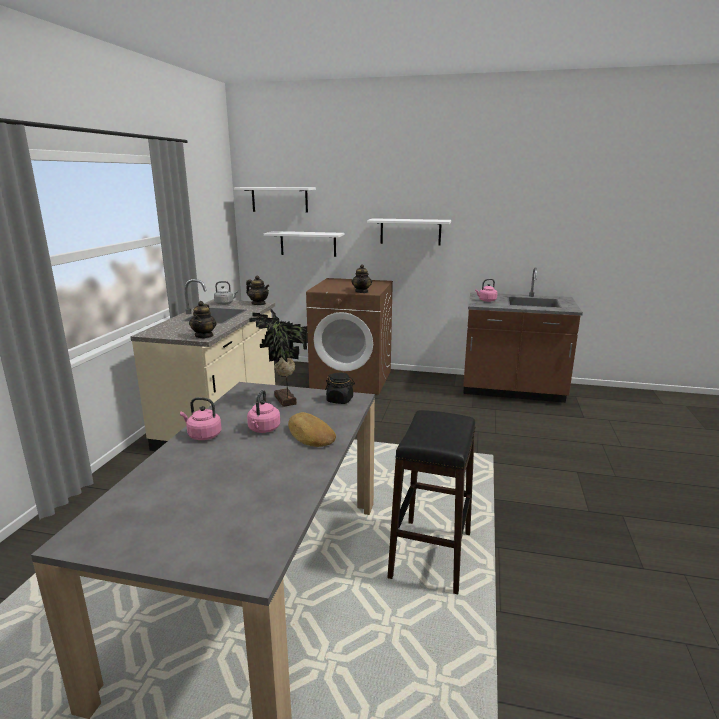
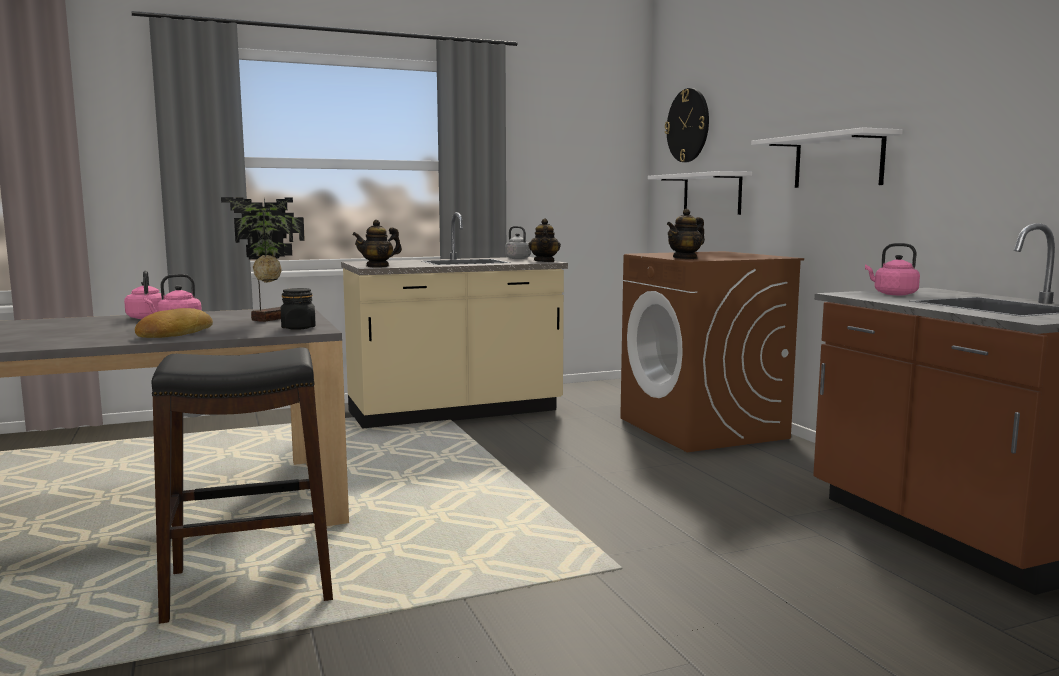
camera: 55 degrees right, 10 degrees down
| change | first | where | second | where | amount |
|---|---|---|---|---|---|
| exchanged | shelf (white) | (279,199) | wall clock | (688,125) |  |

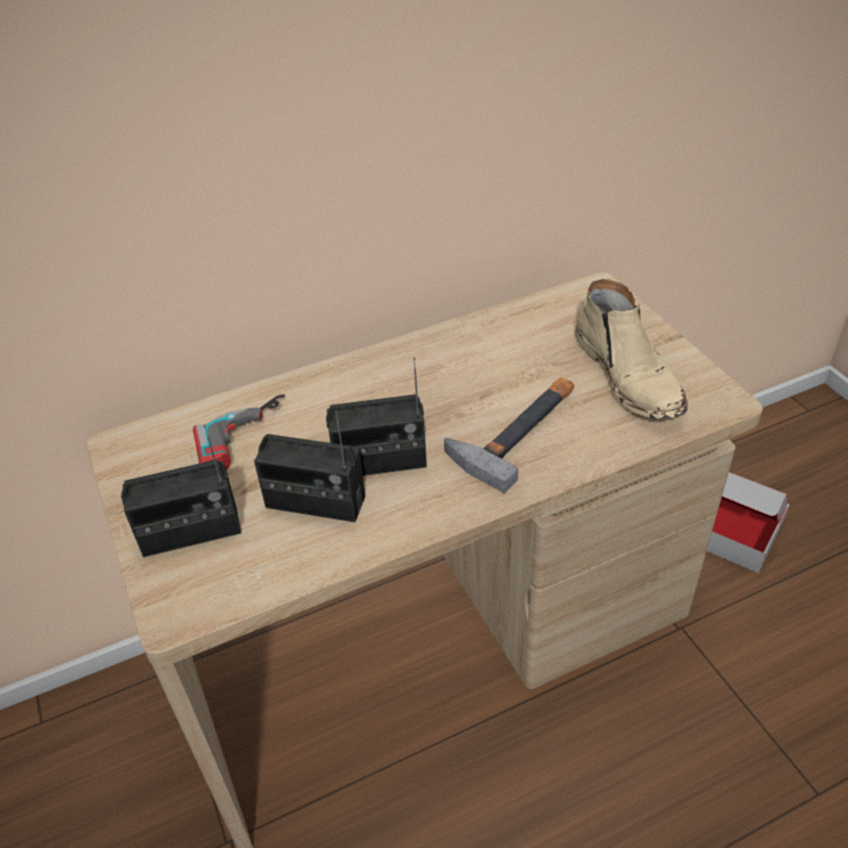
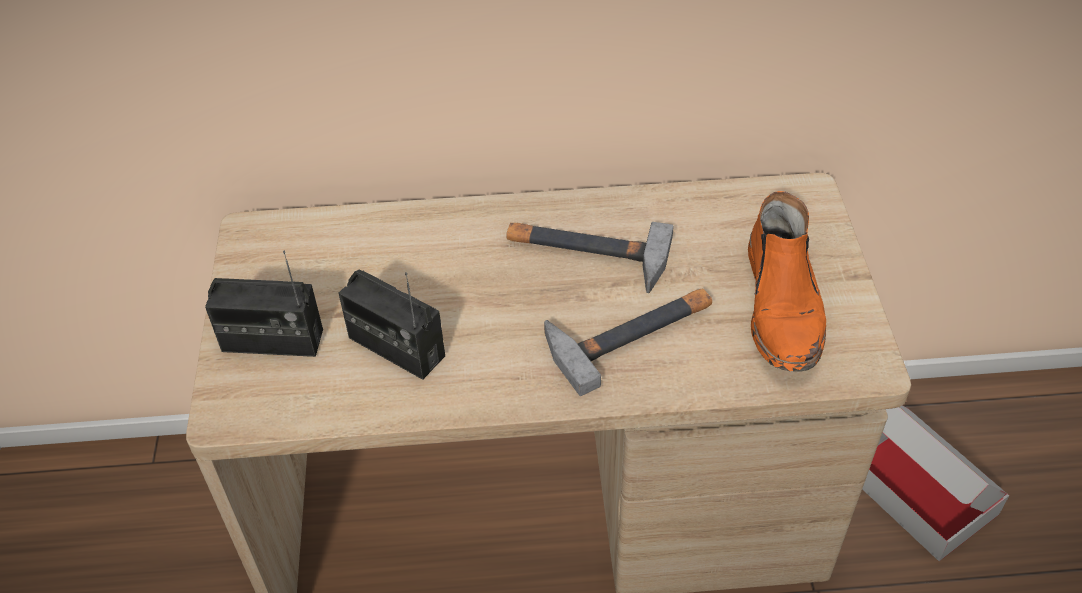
camera: 20 degrees right, 5 degrees up
| change | first | where | second | where | amount |
|---|---|---|---|---|---|
| colour | boot (beige) | (629,375) | boot (orange) | (783,307) |  |
| missing | radio | (380,462) |  |  |  |
| missing | power drill | (248,446) |  |  |  |
| appeared |  |  | hammer | (586,252) |  |

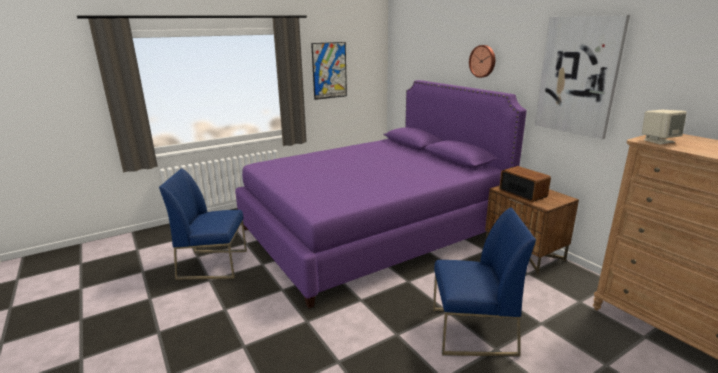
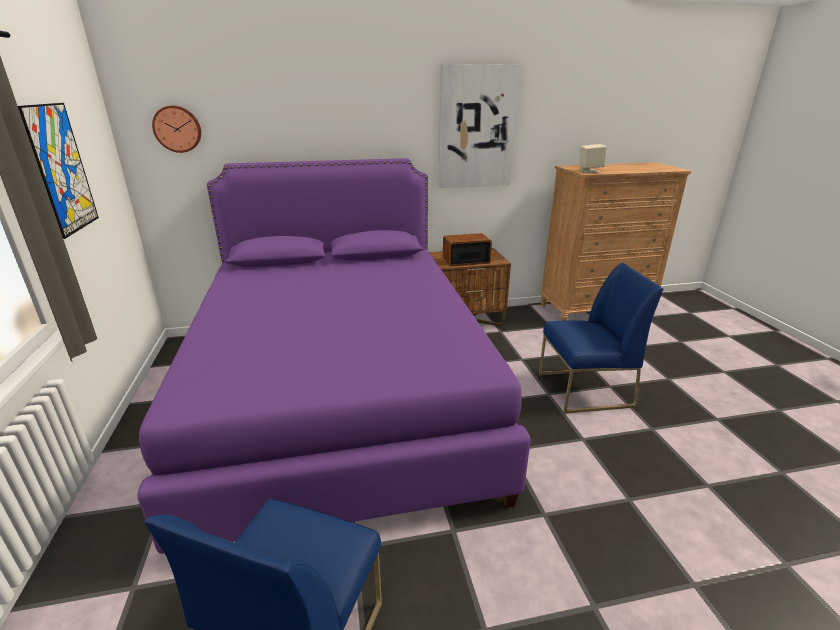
camera: 70 degrees left, 5 degrees up
| change | first | where | second | where | amount |
|---|---|---|---|---|---|
| relocated | wall clock | (483,61) |  | (177,129) |  |
| spun | chair (blue) | (472,332) |  | (584,390) | 60 degrees clockwise |

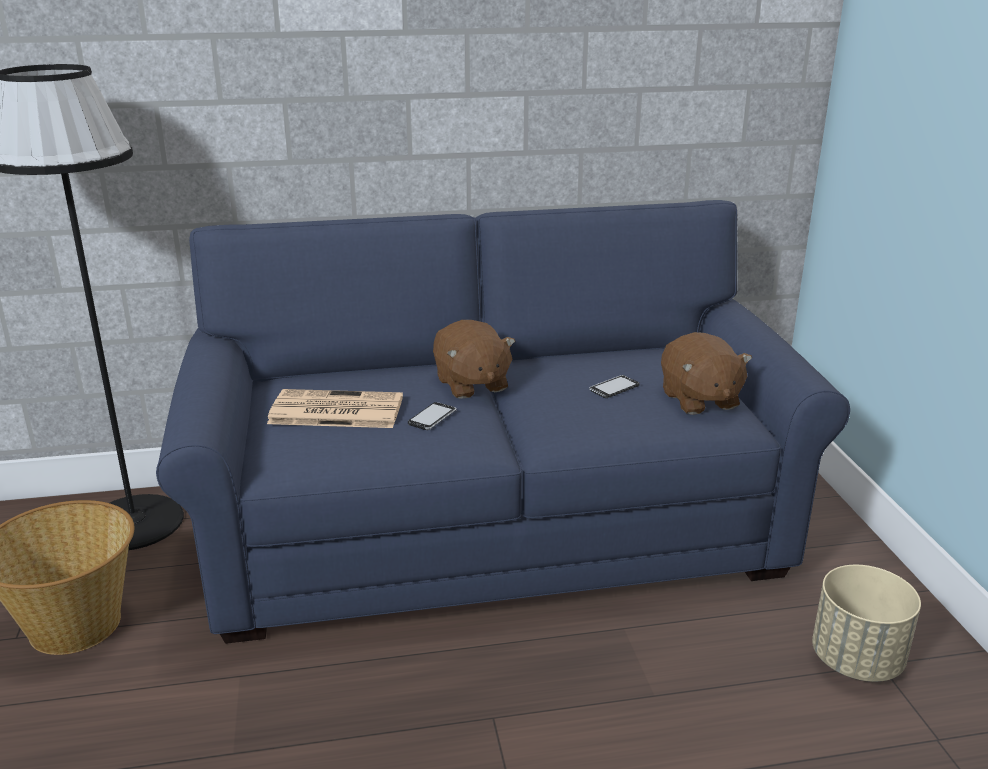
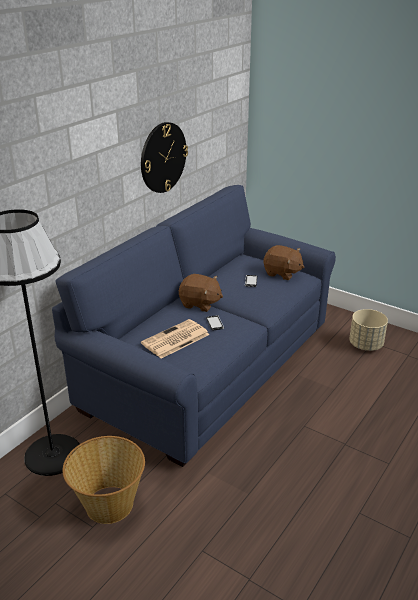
camera: 45 degrees left, 5 degrees up
| change | first | where | second | where | amount |
|---|---|---|---|---|---|
| appeared |  |  | wall clock | (163,157) |  |

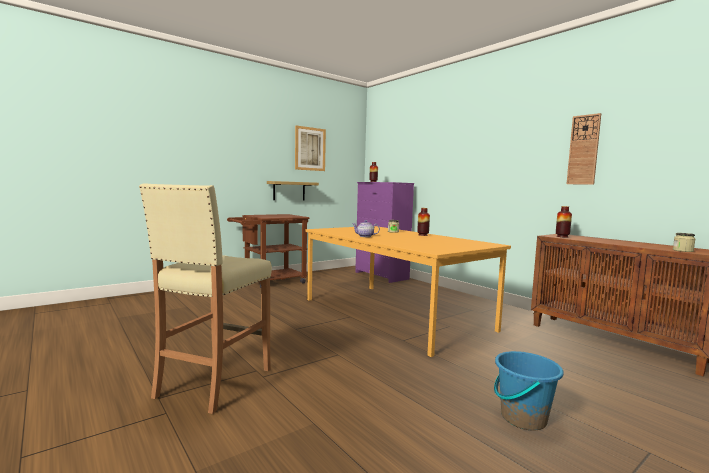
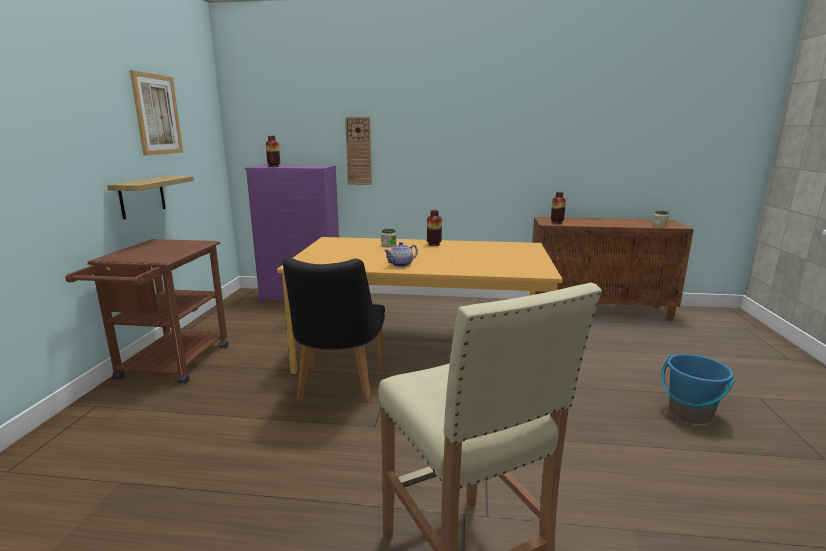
camera: 45 degrees left, 10 degrees up
| change | first | where | second | where | amount |
|---|---|---|---|---|---|
| relocated | wall clock | (583,150) |  | (358,151) |  |
| appeared |  |  | chair (black) | (338,388) |  |

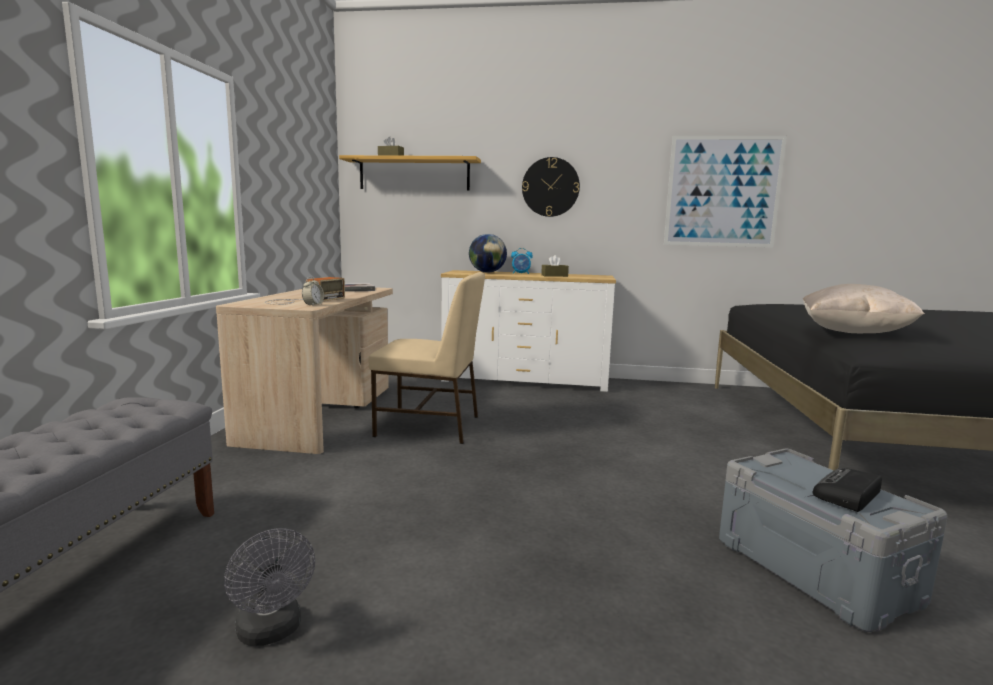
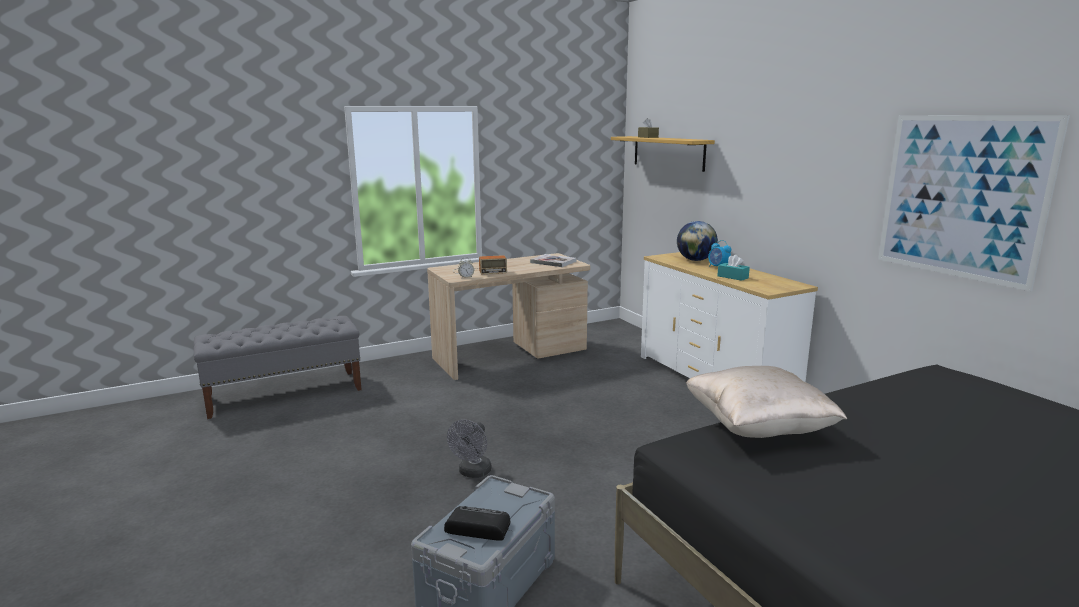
camera: 55 degrees right, 5 degrees up
| change | first | where | second | where | amount |
|---|---|---|---|---|---|
| missing | wall clock | (550,187) |  |  |  |
| colour | tissue box (brown) | (554,276) | tissue box (turquoise) | (732,277) |  |
| missing | chair (beige) | (430,426) |  |  |  |
| relocated | fan (grey) | (272,632) |  | (473,473) |  |

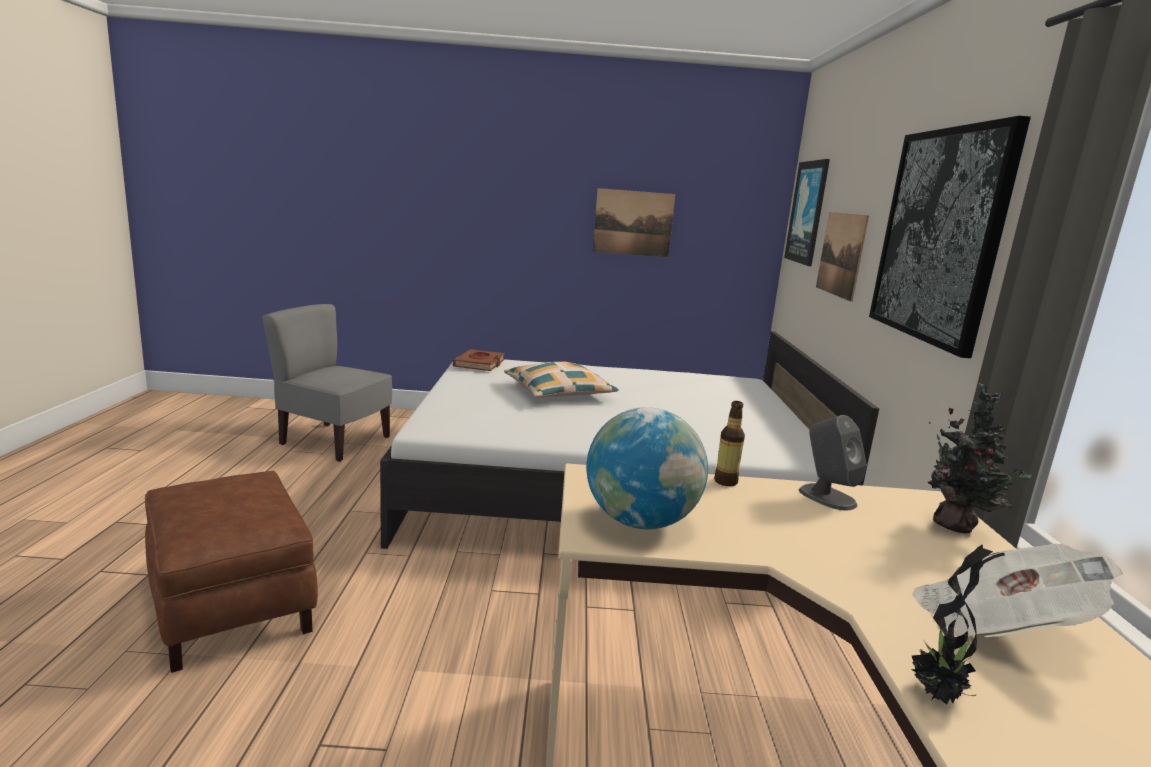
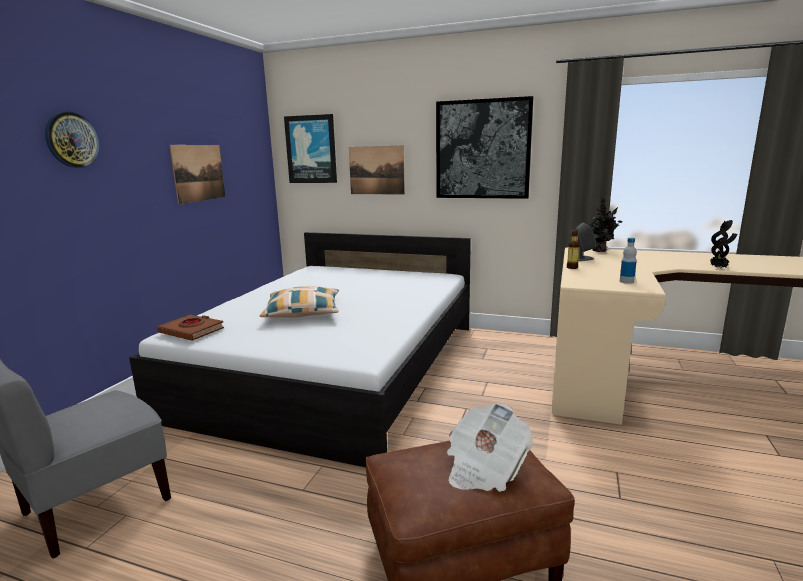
camera: 70 degrees left, 0 degrees up
| change | first | where | second | where | amount |
|---|---|---|---|---|---|
| exchanged | globe | (640,522) | bottle | (626,281) |  |
| relocated | newspaper | (998,624) |  | (484,467) |  |
| appeared |  |  | wall clock | (72,140) |  |

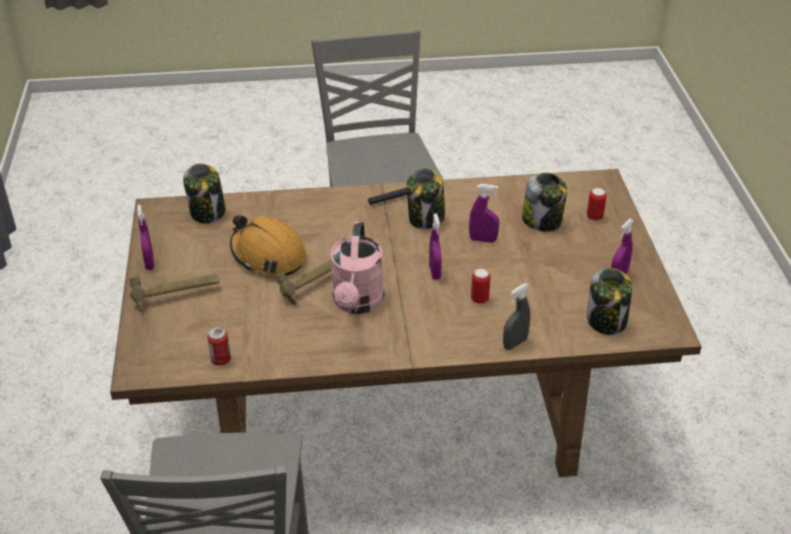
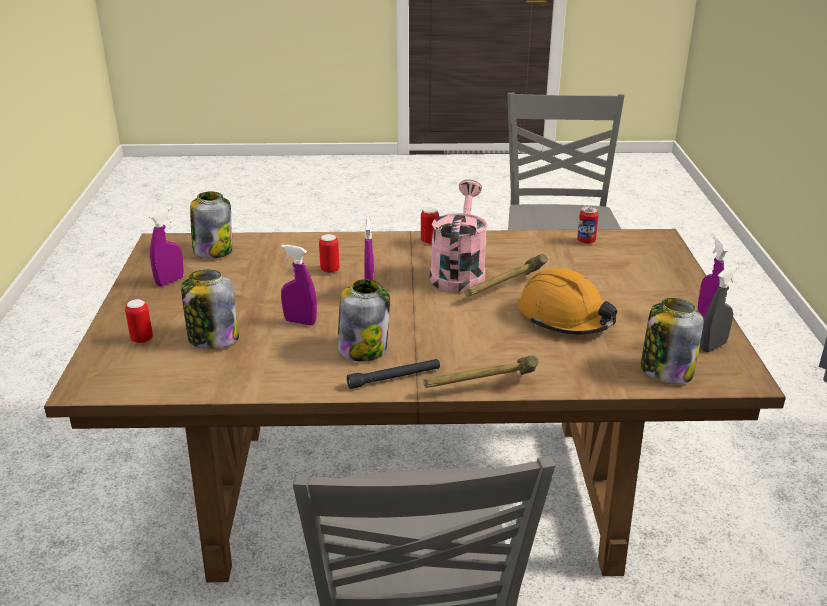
camera: 175 degrees left, 10 degrees down
| change | first | where | second | where | amount |
|---|---|---|---|---|---|
| relocated | hammer | (176,297) |  | (480,387) |  |
| relocated | spray bottle (grey) | (515,343) |  | (712,346) |  |
| appeared |  |  | can | (429,242) |  |

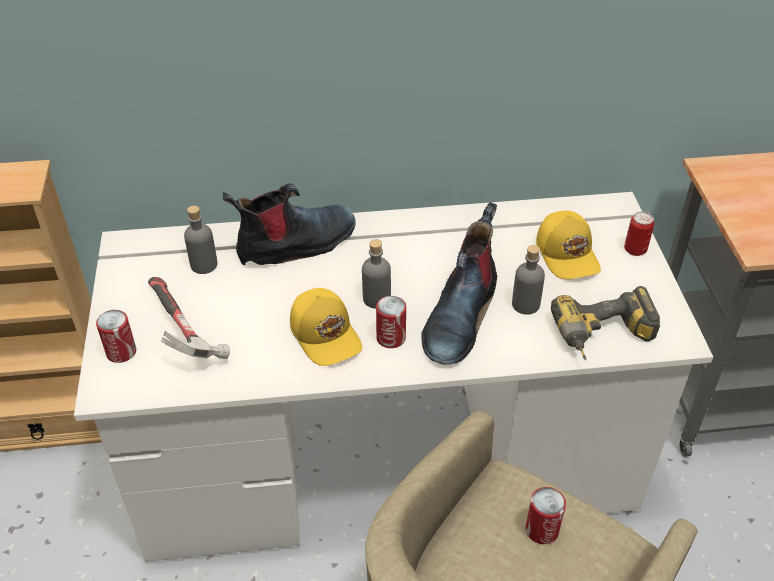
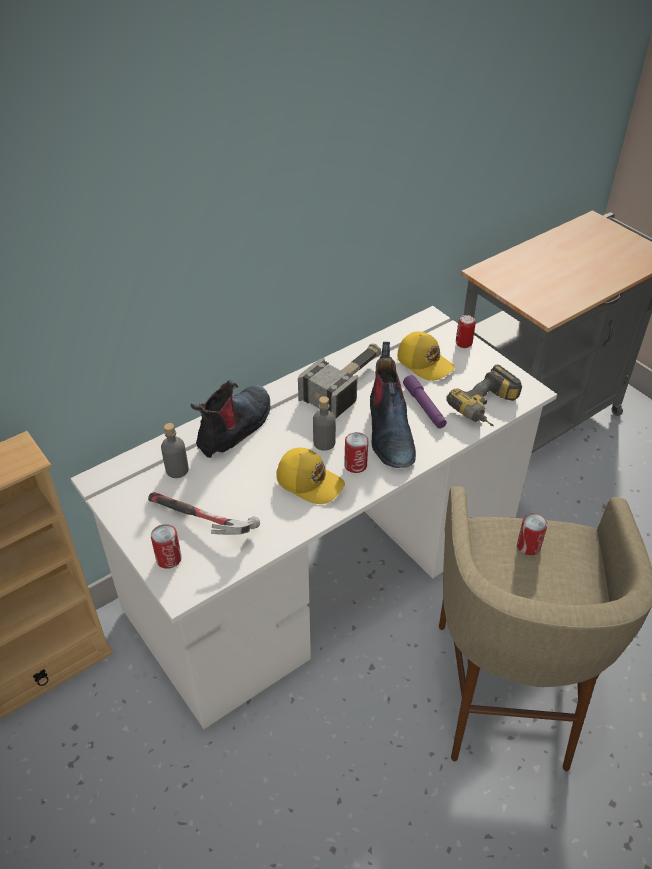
camera: 30 degrees left, 0 degrees up
| change | first | where | second | where | amount |
|---|---|---|---|---|---|
| exchanged | bottle (grey) | (525,304) | flashlight (purple) | (424,407) |  |
| appeared |  |  | hammer | (346,385) |  |

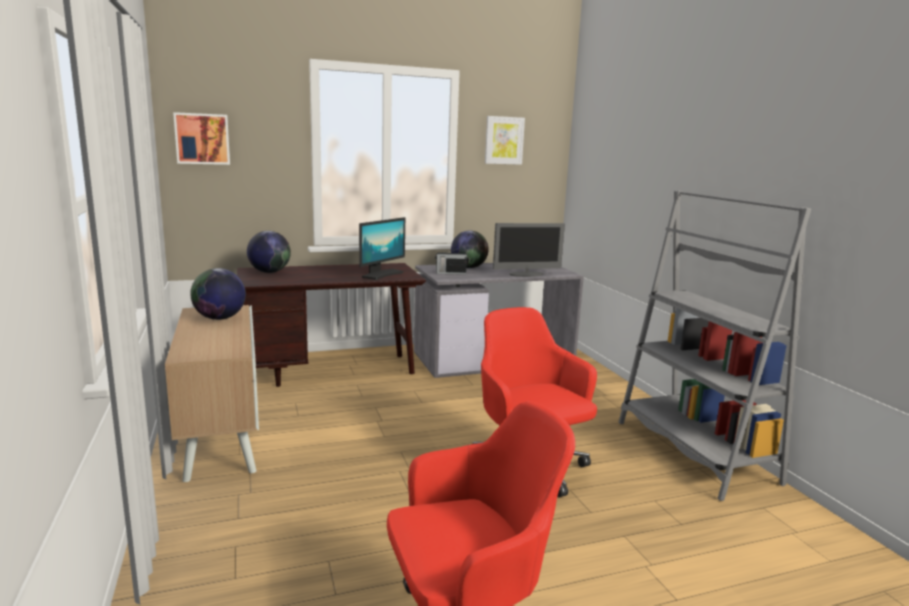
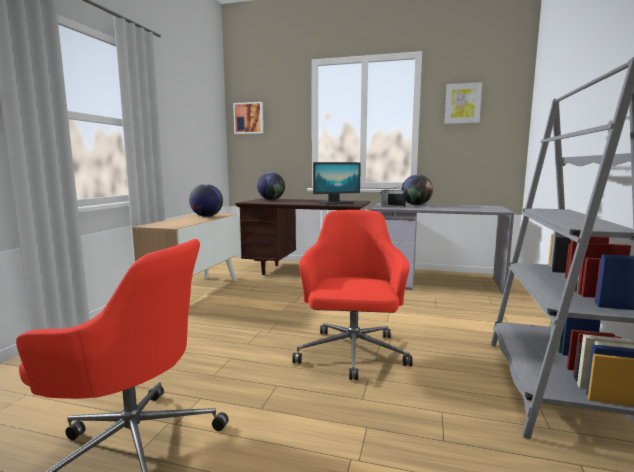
camera: 35 degrees right, 5 degrees down
| change | first | where | second | where | amount |
|---|---|---|---|---|---|
| missing | monitor | (526,274) |  |  |  |

